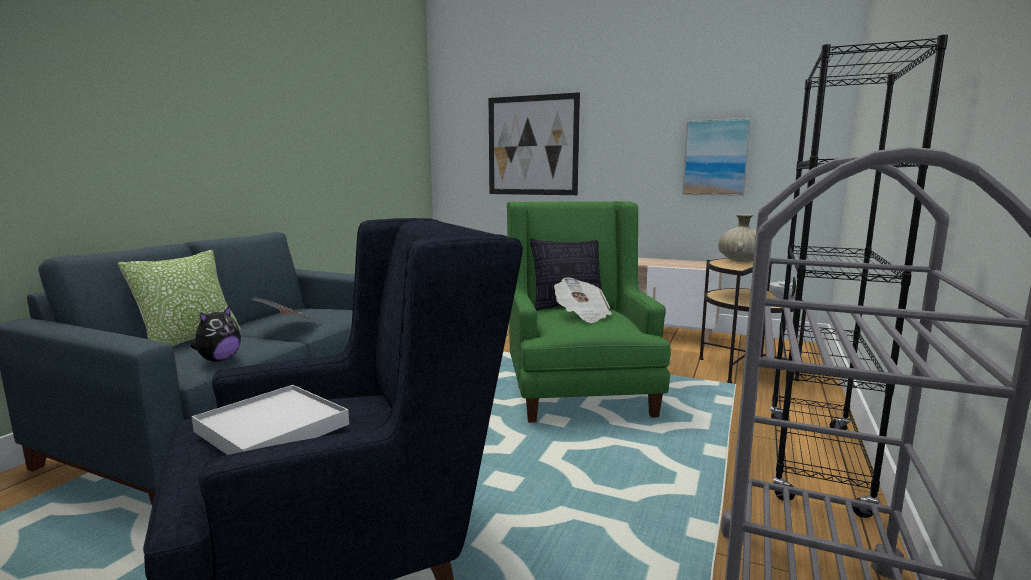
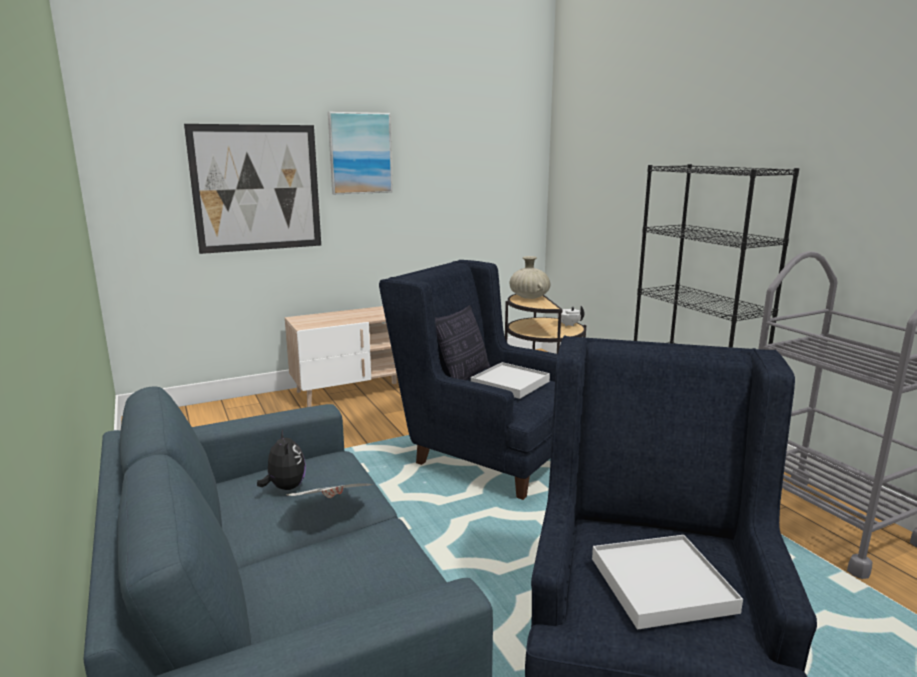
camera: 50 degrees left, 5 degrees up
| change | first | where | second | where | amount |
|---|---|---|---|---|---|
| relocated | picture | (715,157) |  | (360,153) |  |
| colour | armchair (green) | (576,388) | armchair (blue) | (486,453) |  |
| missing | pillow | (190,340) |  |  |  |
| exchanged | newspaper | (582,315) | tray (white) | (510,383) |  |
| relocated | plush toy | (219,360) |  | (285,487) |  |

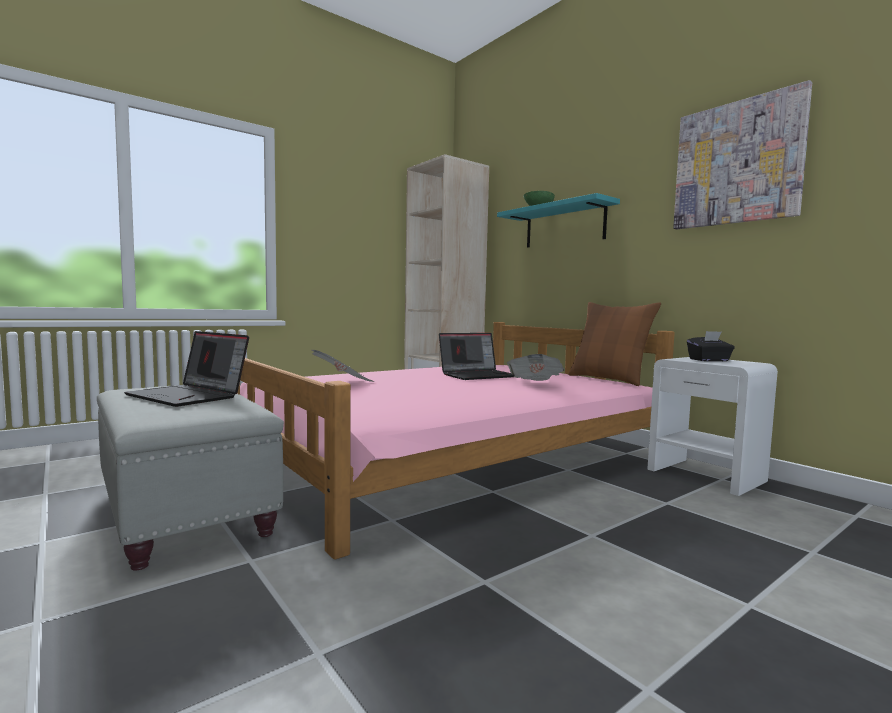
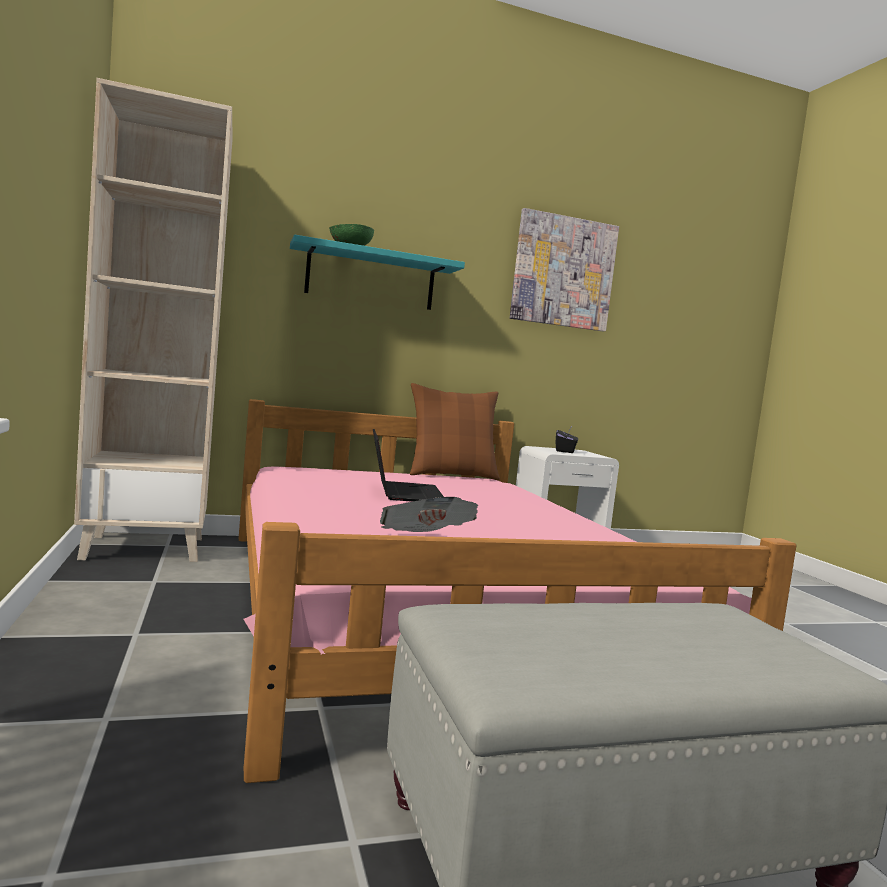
camera: 70 degrees left, 0 degrees up
| change | first | where | second | where | amount |
|---|---|---|---|---|---|
| missing | laptop | (190,396) |  |  |  |
| missing | newspaper | (535,384) |  |  |  |

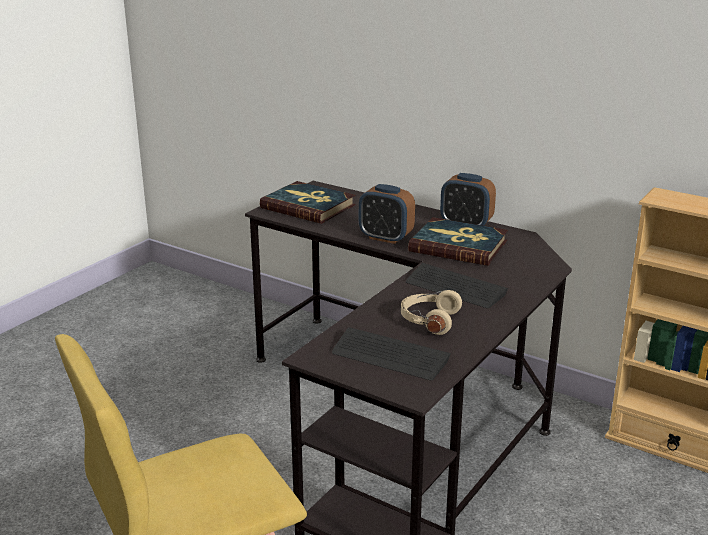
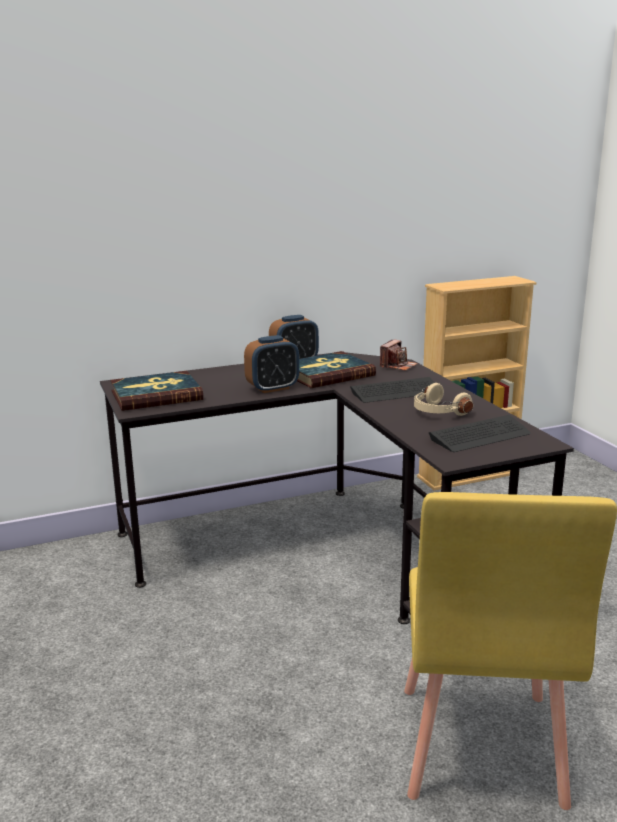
camera: 55 degrees left, 5 degrees down
| change | first | where | second | where | amount |
|---|---|---|---|---|---|
| appeared |  |  | photo camera | (398,366) |  |

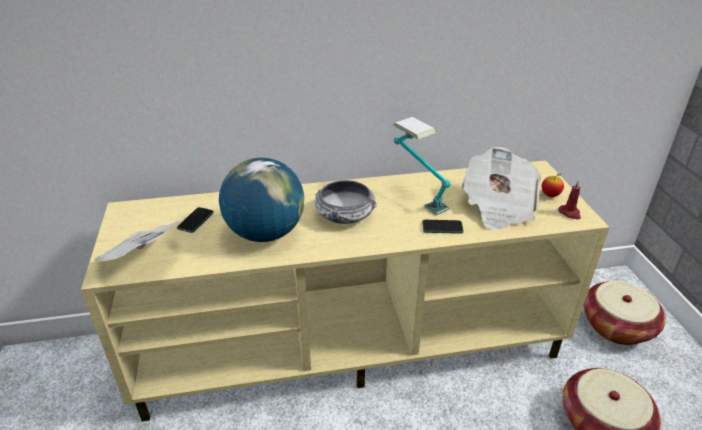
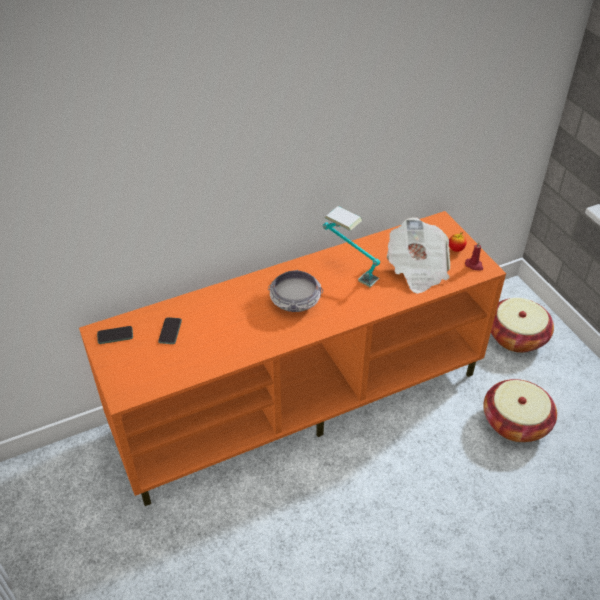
camera: 15 degrees left, 10 degrees up
| change | first | where | second | where | amount |
|---|---|---|---|---|---|
| missing | globe | (265,233) |  |  |  |
| colour | tv stand (beige) | (352,345) | tv stand (orange) | (300,400) |  |
| relocated | phone | (442,227) |  | (115,335) |  |
| missing | newspaper | (142,259) |  |  |  |

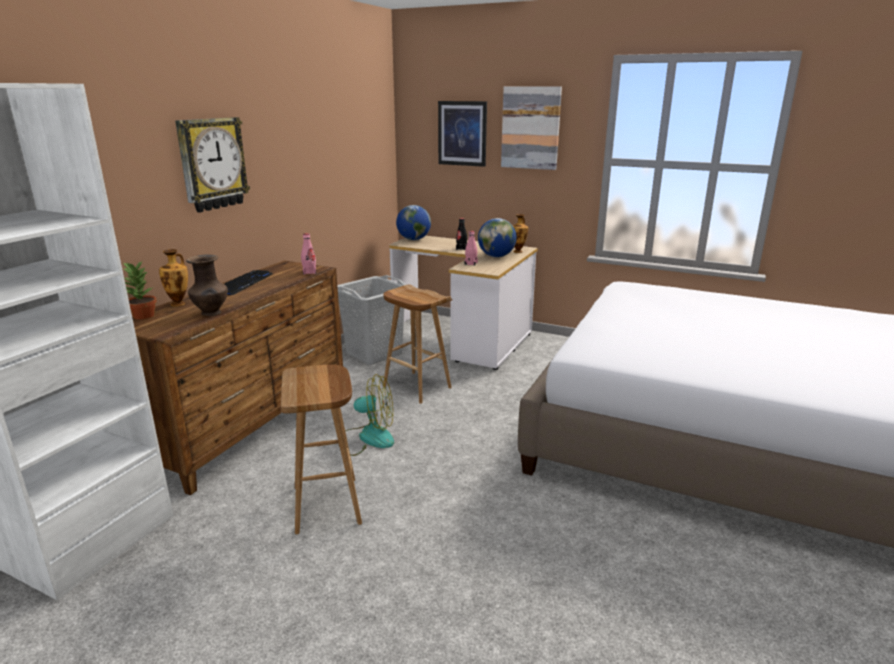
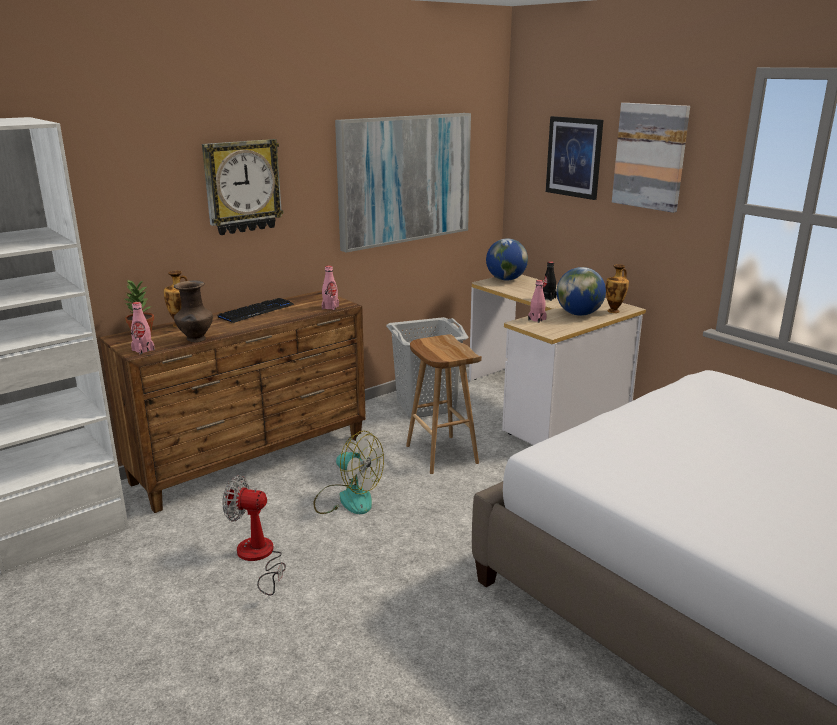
camera: 25 degrees right, 0 degrees up
| change | first | where | second | where | amount |
|---|---|---|---|---|---|
| exchanged | stool (brown) | (328,505) | fan | (259,557) |  |
| appeared |  |  | picture | (404,179) |  |
| appeared |  |  | bottle (pink) | (143,350) |  |

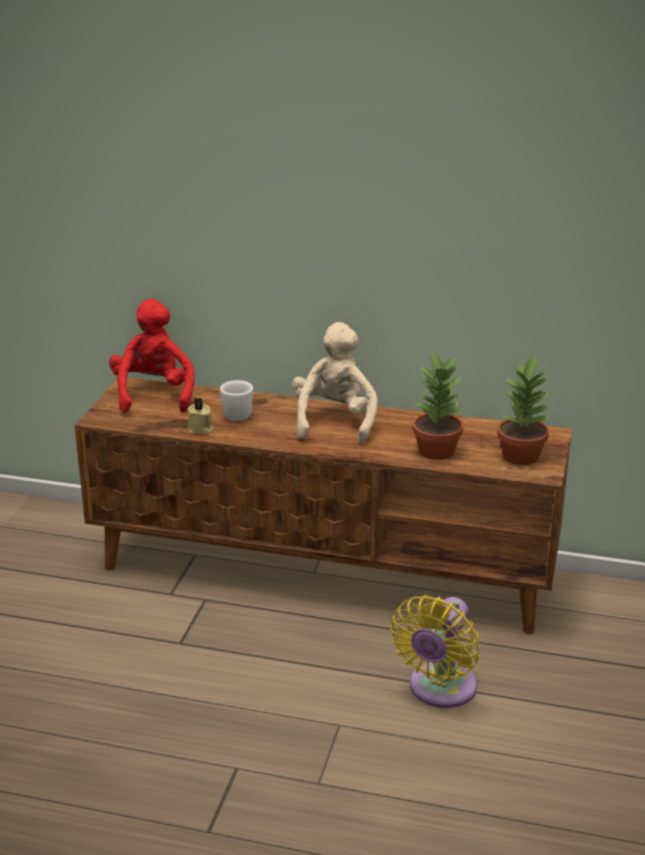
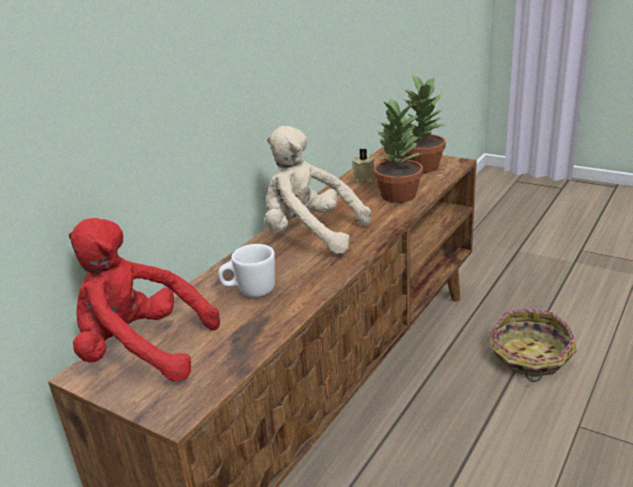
camera: 70 degrees left, 0 degrees up
| change | first | where | second | where | amount |
|---|---|---|---|---|---|
| relocated | candle (beige) | (200,429) |  | (365,178) |  |
| exchanged | fan (yellow) | (439,690) | basket | (529,357) |  |

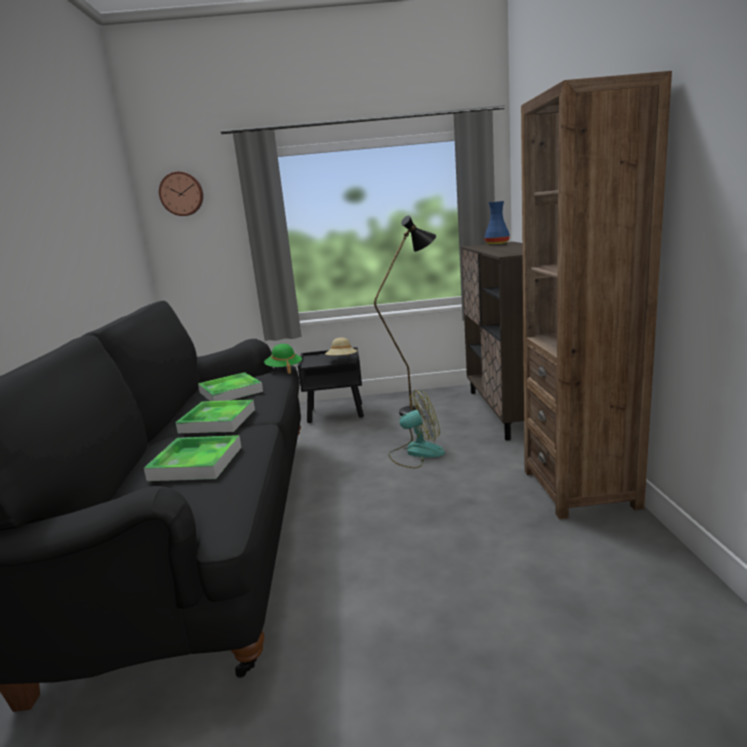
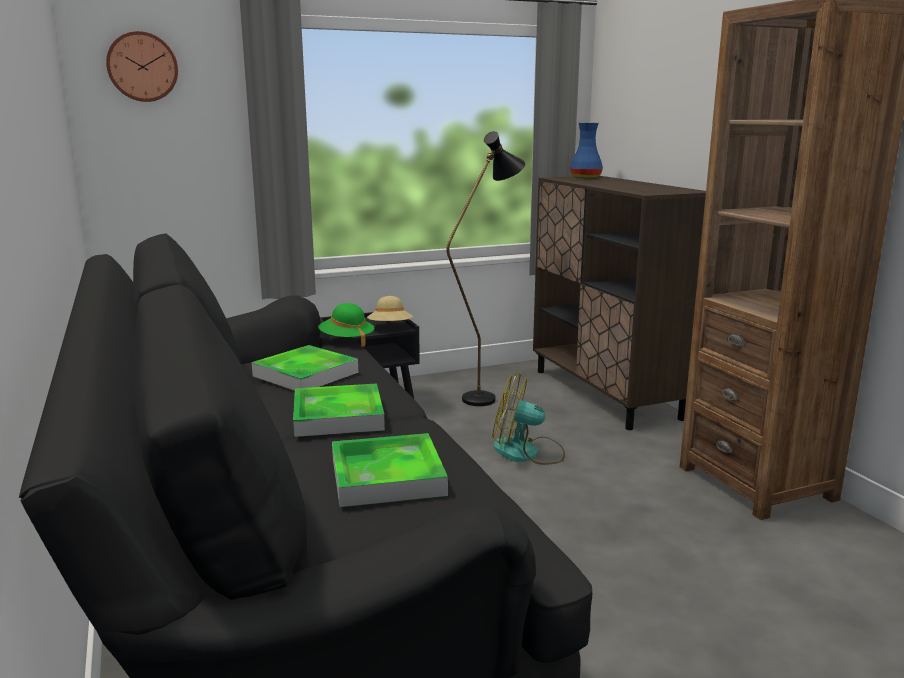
camera: 20 degrees left, 0 degrees up
| change | first | where | second | where | amount |
|---|---|---|---|---|---|
| spun | fan | (416,453) |  | (527,453) | 135 degrees counterclockwise |

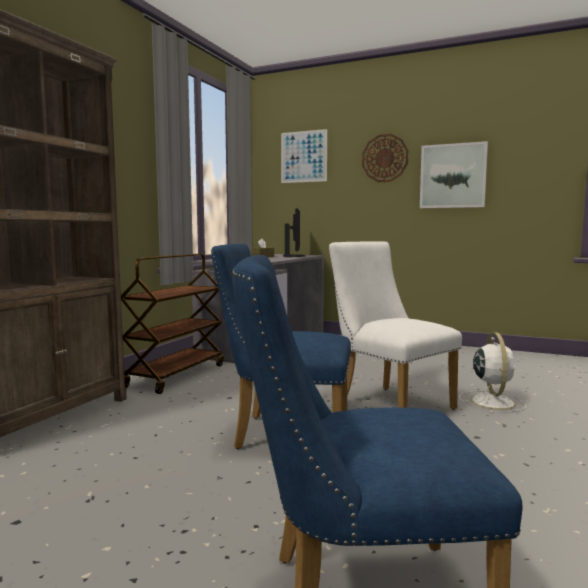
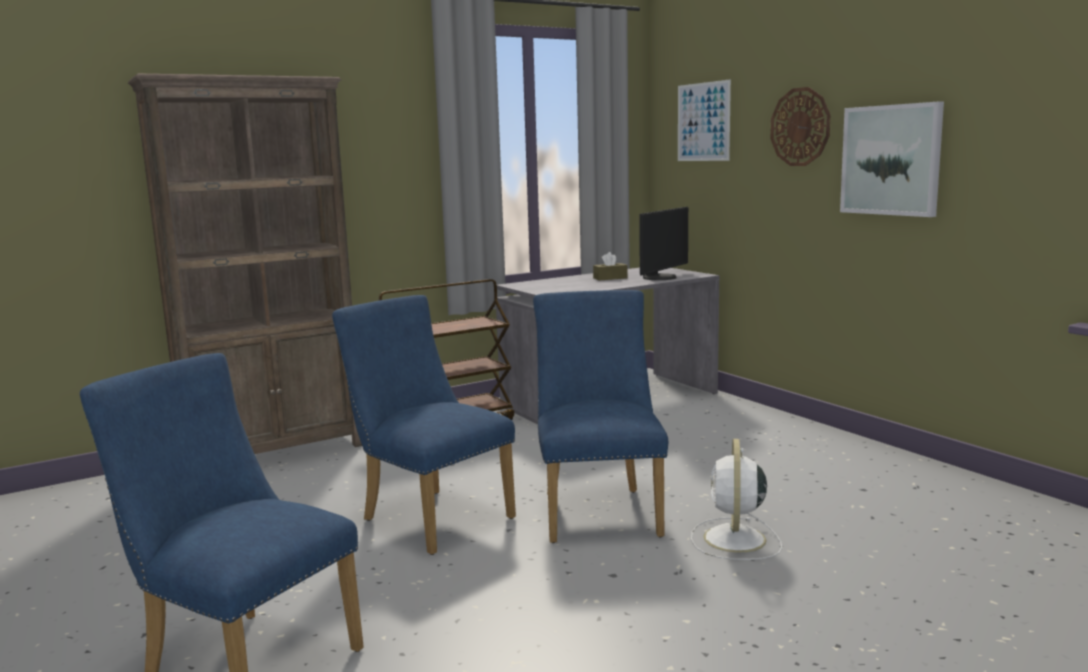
camera: 35 degrees right, 5 degrees up
| change | first | where | second | where | amount |
|---|---|---|---|---|---|
| colour | chair (white) | (388,403) | chair (blue) | (599,510) |  |
| spun | fan (white) | (492,401) |  | (734,540) | 150 degrees clockwise |

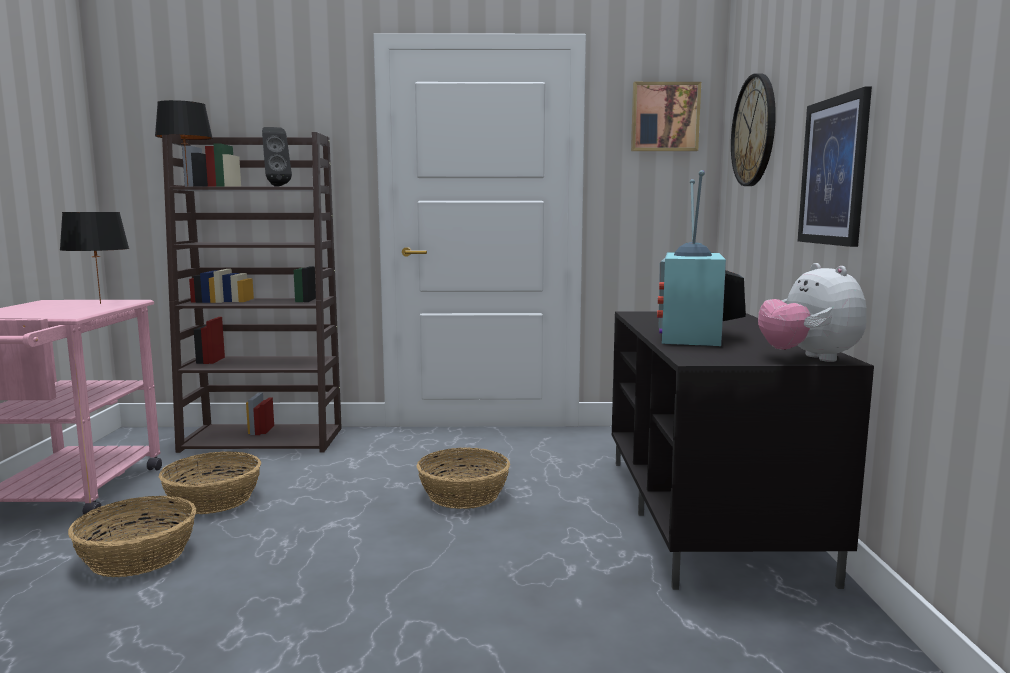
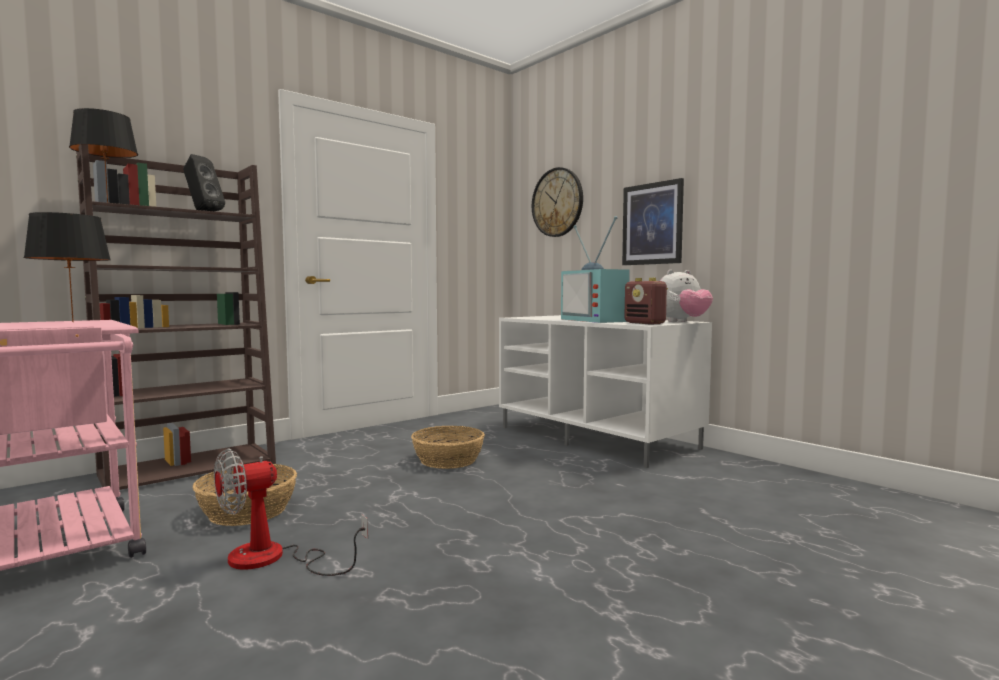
camera: 40 degrees left, 5 degrees down
| change | first | where | second | where | amount |
|---|---|---|---|---|---|
| missing | picture | (664,117) |  |  |  |
| spun | plush toy | (808,358) |  | (682,322) | 60 degrees counterclockwise |
| colour | tv stand (black) | (710,515) | tv stand (white) | (598,437) |  |
| exchanged | basket | (138,556) | fan | (273,559) |  |
| appeared |  |  | radio | (645,323) |  |

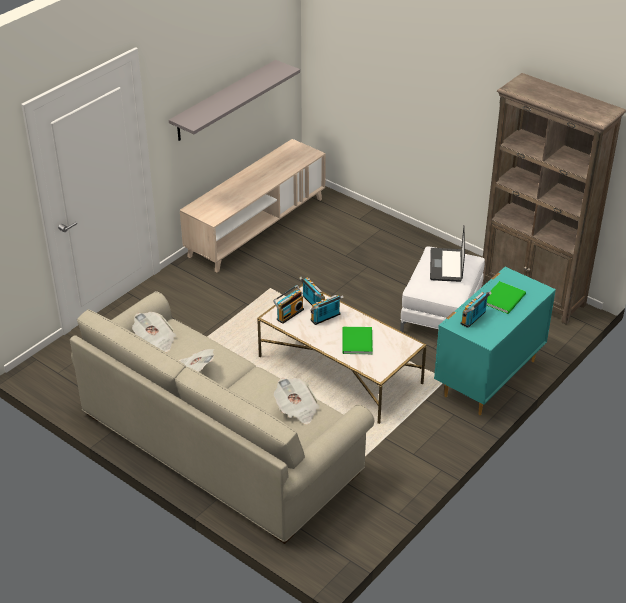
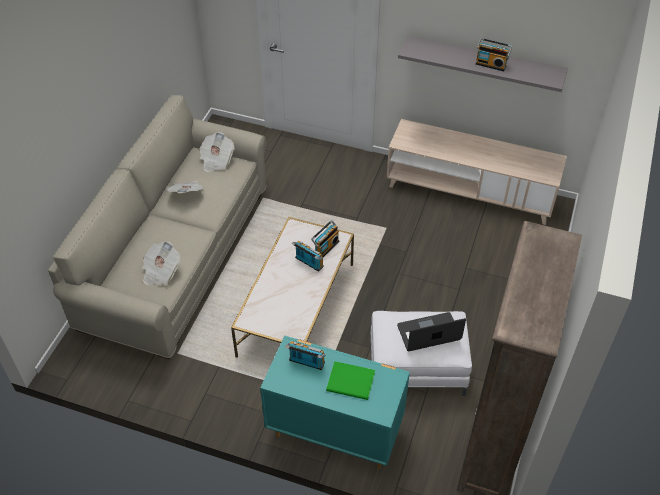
camera: 70 degrees right, 10 degrees up
| change | first | where | second | where | amount |
|---|---|---|---|---|---|
| relocated | radio | (289,314) |  | (491,64) |  |
| missing | book (green) | (356,342) |  |  |  |

